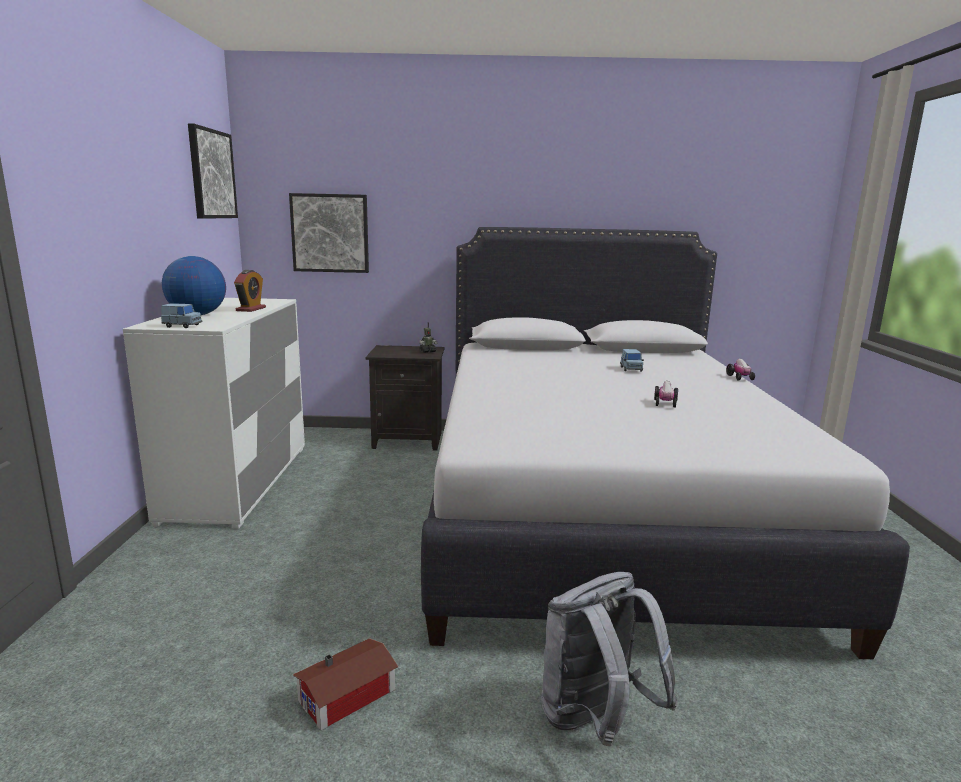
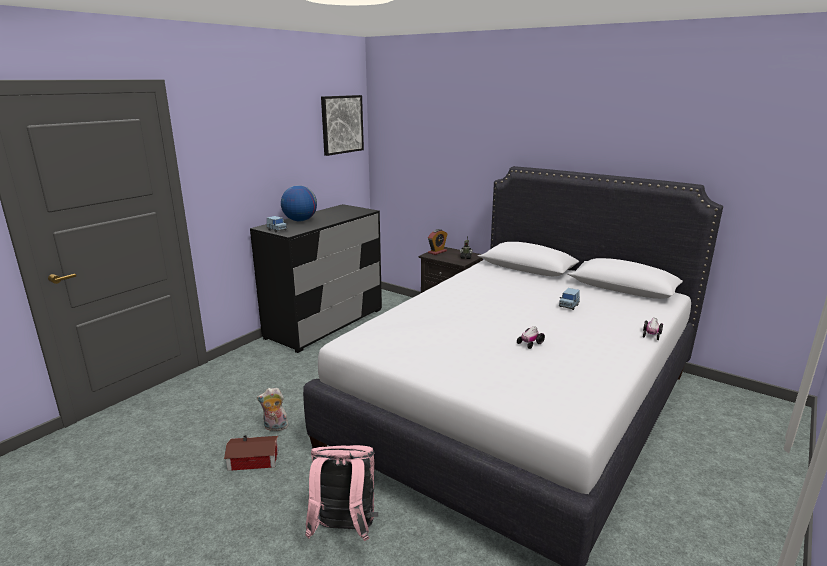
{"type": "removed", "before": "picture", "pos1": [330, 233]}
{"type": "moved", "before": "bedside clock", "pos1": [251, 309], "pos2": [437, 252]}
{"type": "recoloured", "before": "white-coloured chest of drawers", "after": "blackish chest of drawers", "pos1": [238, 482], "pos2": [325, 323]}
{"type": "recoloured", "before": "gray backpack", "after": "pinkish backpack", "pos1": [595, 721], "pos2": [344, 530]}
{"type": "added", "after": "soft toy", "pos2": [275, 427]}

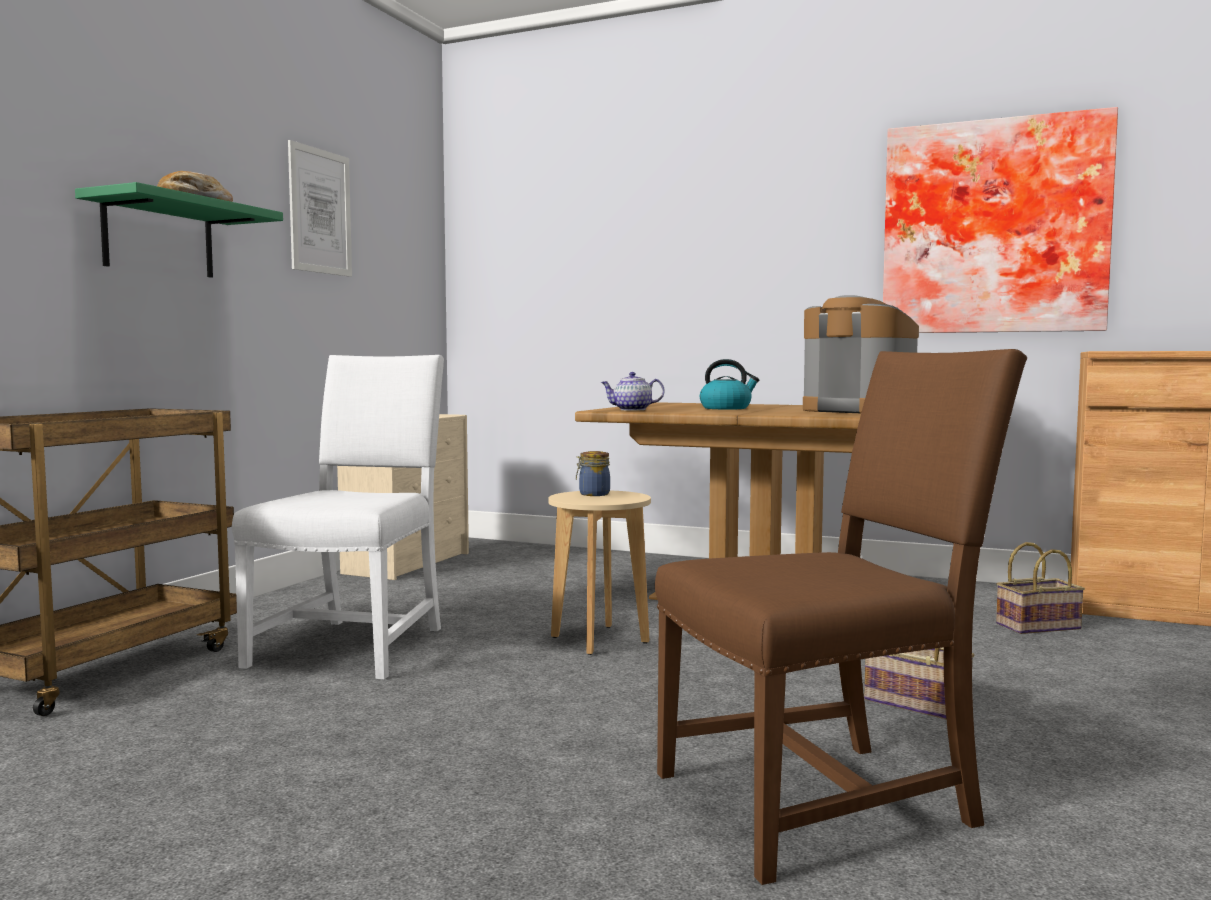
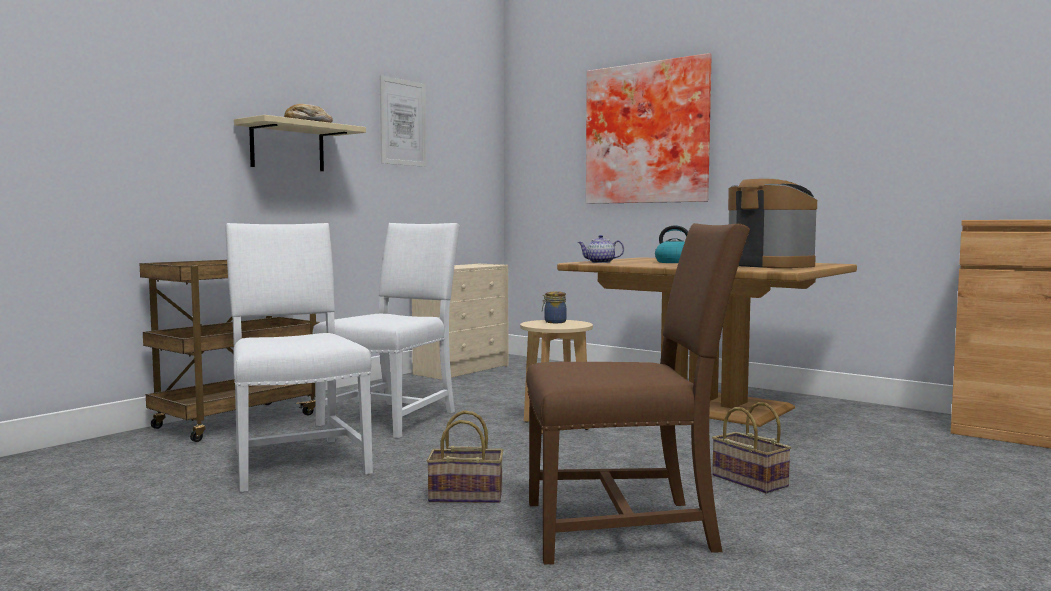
{"type": "moved", "before": "picture", "pos1": [993, 228], "pos2": [648, 133]}
{"type": "recoloured", "before": "green-coloured shelf", "after": "beige-coloured shelf", "pos1": [159, 238], "pos2": [287, 147]}
{"type": "moved", "before": "storage basket", "pos1": [1038, 626], "pos2": [468, 495]}
{"type": "added", "after": "white-coloured plain chair", "pos2": [295, 461]}

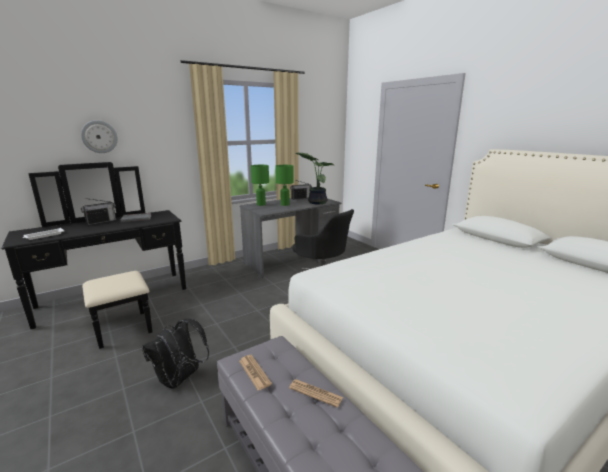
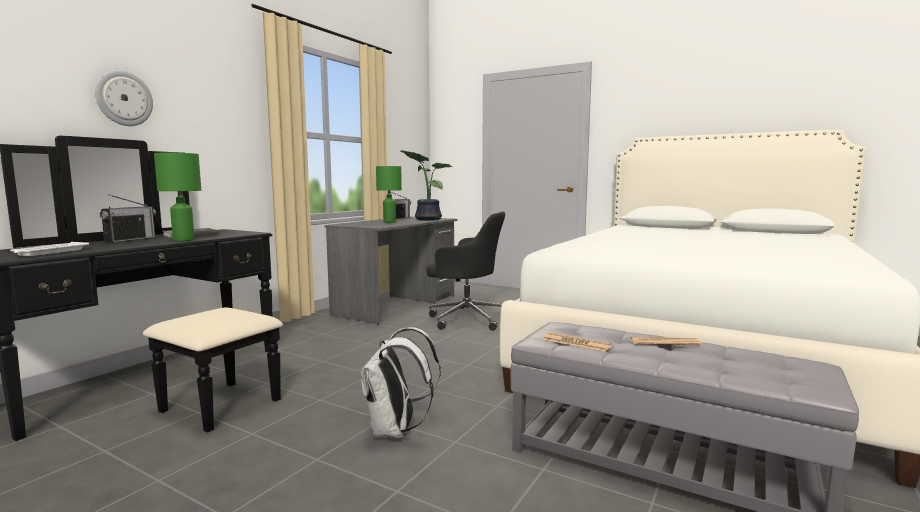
{"type": "moved", "before": "green-coloured lamp for a table", "pos1": [261, 204], "pos2": [184, 240]}
{"type": "recoloured", "before": "blackish backpack", "after": "white-coloured backpack", "pos1": [180, 380], "pos2": [396, 431]}

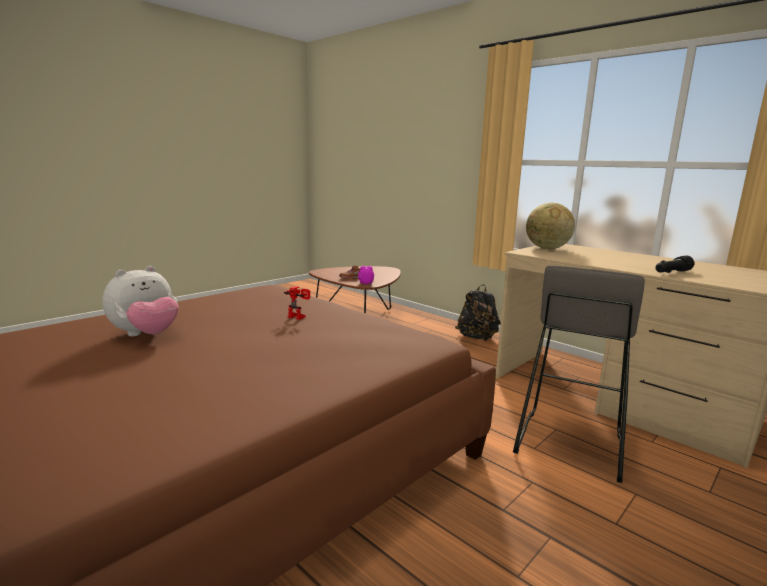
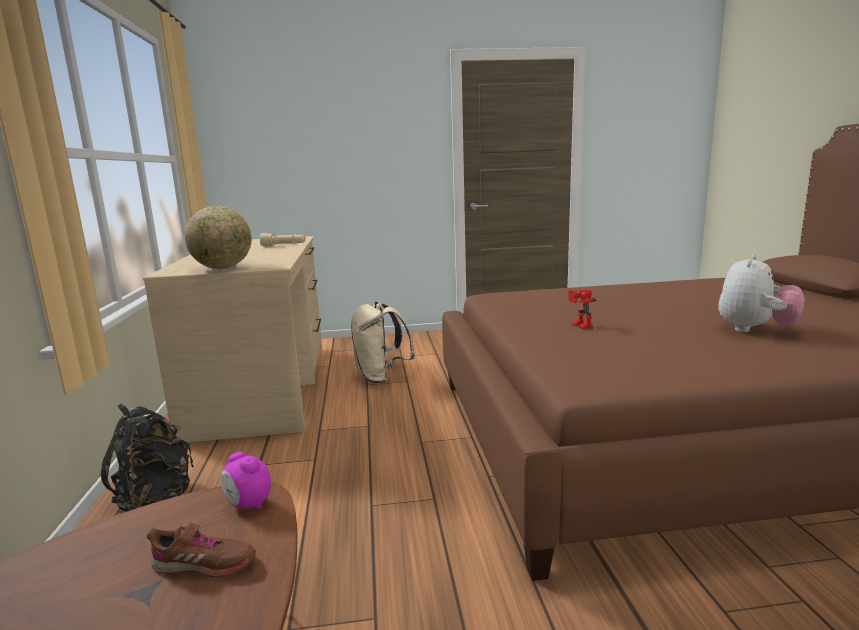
{"type": "recoloured", "before": "blackish torch", "after": "beige-coloured torch", "pos1": [671, 272], "pos2": [283, 245]}
{"type": "replaced", "before": "gray sitting stool", "after": "beige-coloured backpack", "pos1": [568, 444], "pos2": [381, 377]}
{"type": "turned", "before": "soft toy", "pos1": [146, 335], "pos2": [755, 330], "turn": 135}

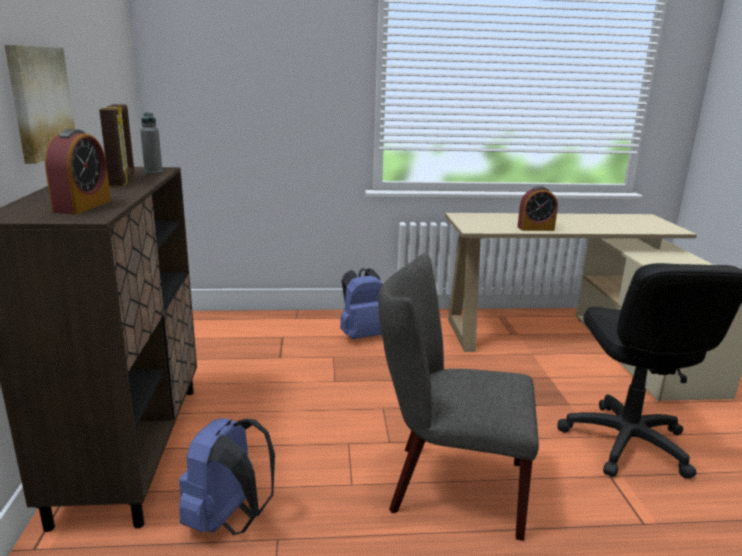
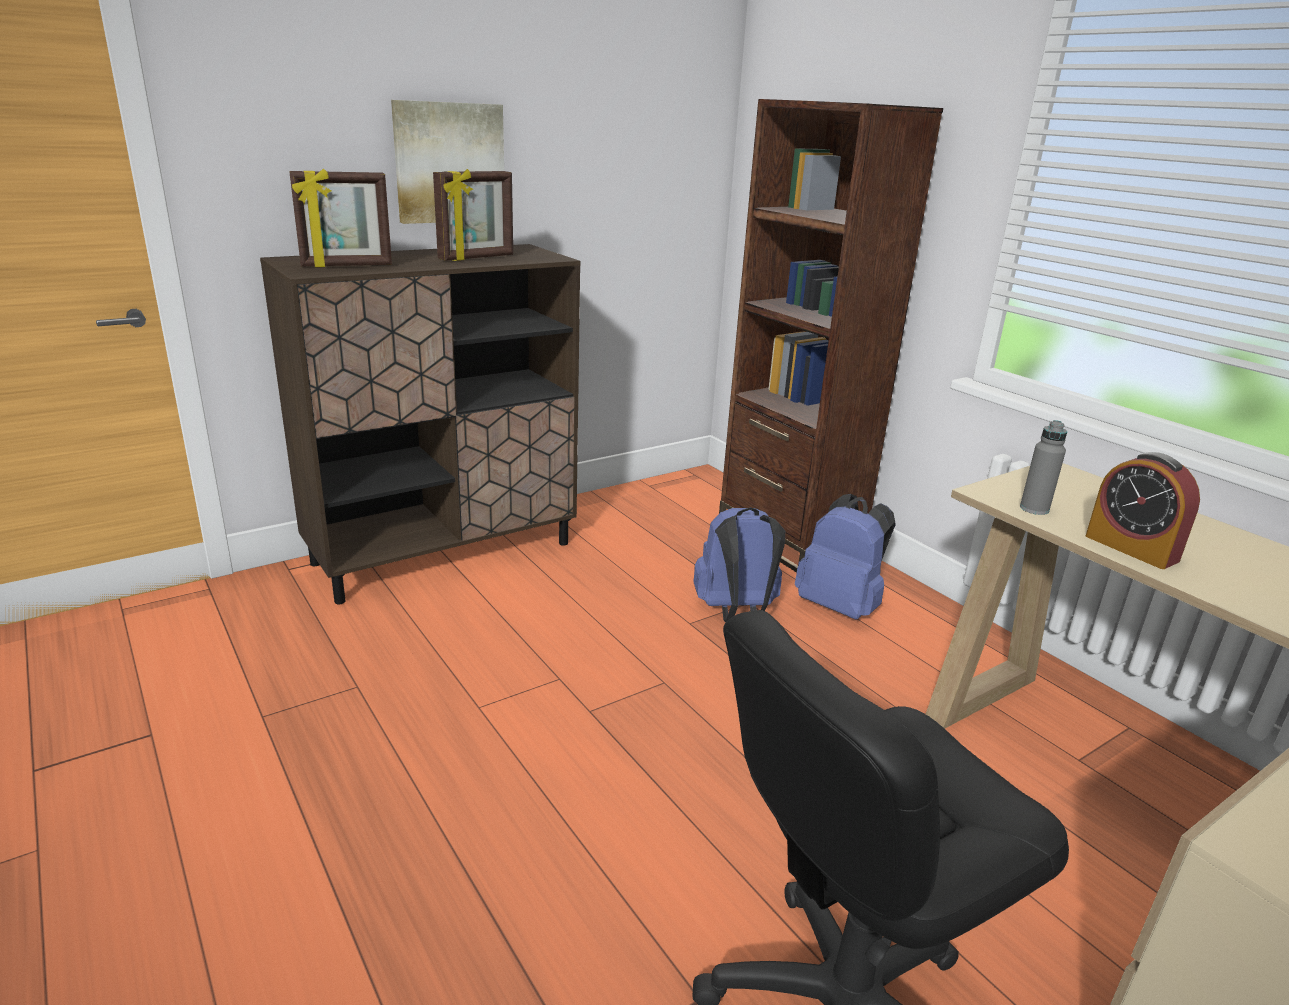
{"type": "moved", "before": "gray drink bottle", "pos1": [153, 171], "pos2": [1034, 509]}
{"type": "replaced", "before": "bedside clock", "after": "photo frame", "pos1": [82, 206], "pos2": [347, 266]}
{"type": "removed", "before": "gray plain chair", "pos1": [448, 486]}
{"type": "moved", "before": "blue-coloured backpack", "pos1": [228, 520], "pos2": [736, 613]}
{"type": "added", "after": "brownish bookshelf", "pos2": [789, 538]}

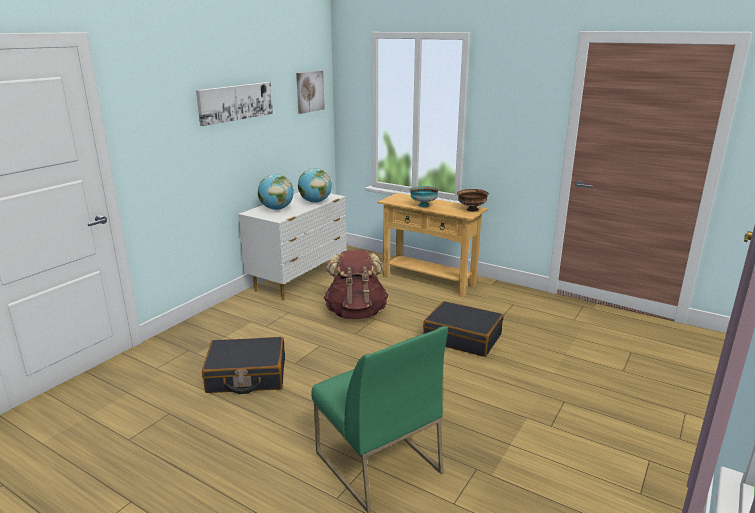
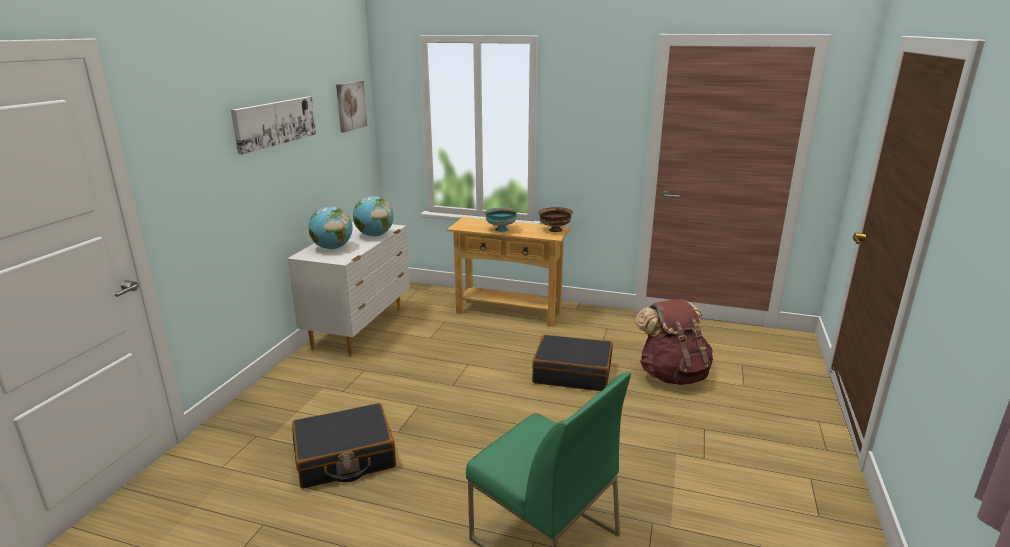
{"type": "moved", "before": "brownish backpack", "pos1": [356, 313], "pos2": [672, 375]}

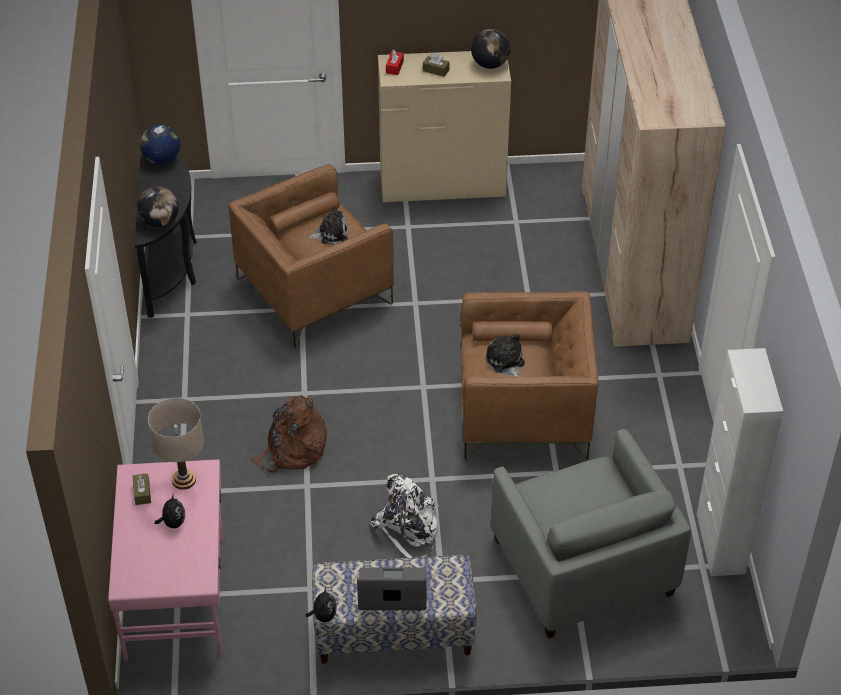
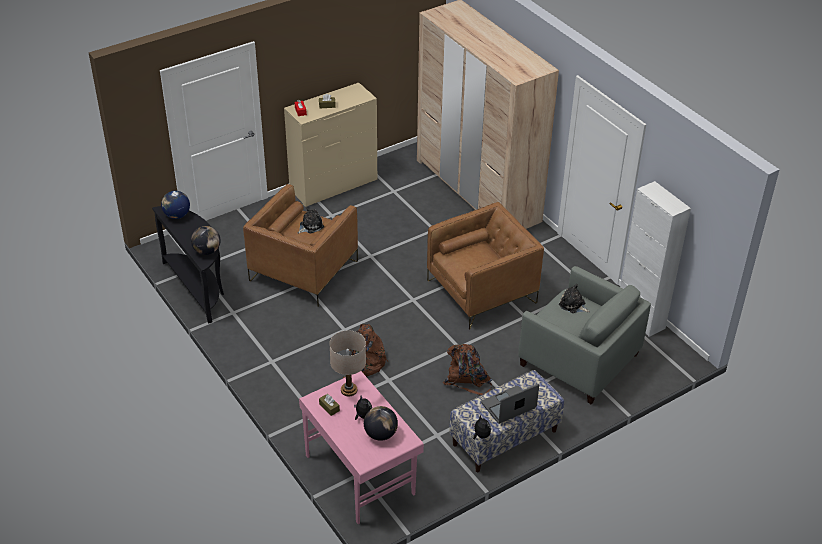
{"type": "moved", "before": "world globe", "pos1": [490, 64], "pos2": [380, 434]}
{"type": "moved", "before": "soft toy", "pos1": [506, 362], "pos2": [573, 305]}
{"type": "recoloured", "before": "white-coloured backpack", "after": "brownish backpack", "pos1": [408, 529], "pos2": [468, 380]}

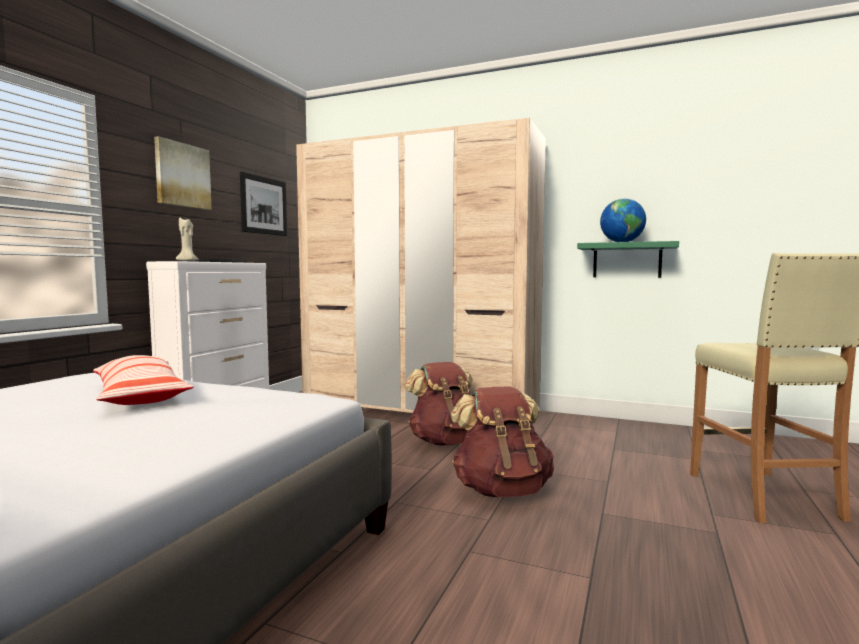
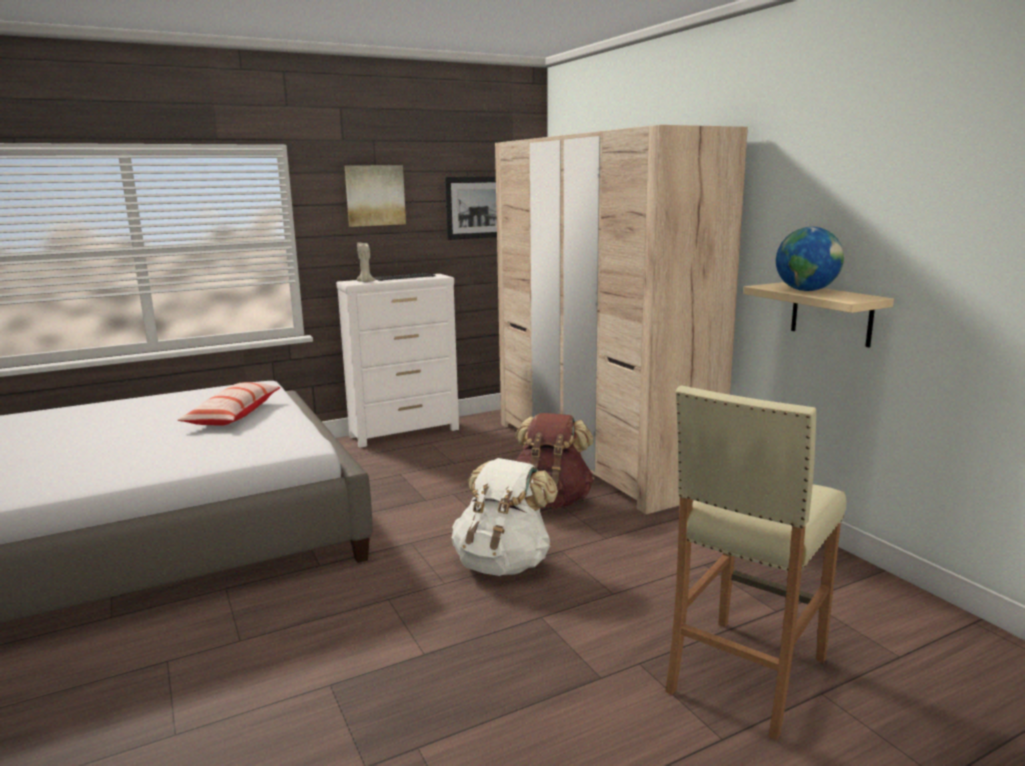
{"type": "recoloured", "before": "green-coloured shelf", "after": "beige-coloured shelf", "pos1": [627, 260], "pos2": [831, 314]}
{"type": "recoloured", "before": "brownish backpack", "after": "white-coloured backpack", "pos1": [501, 490], "pos2": [503, 563]}

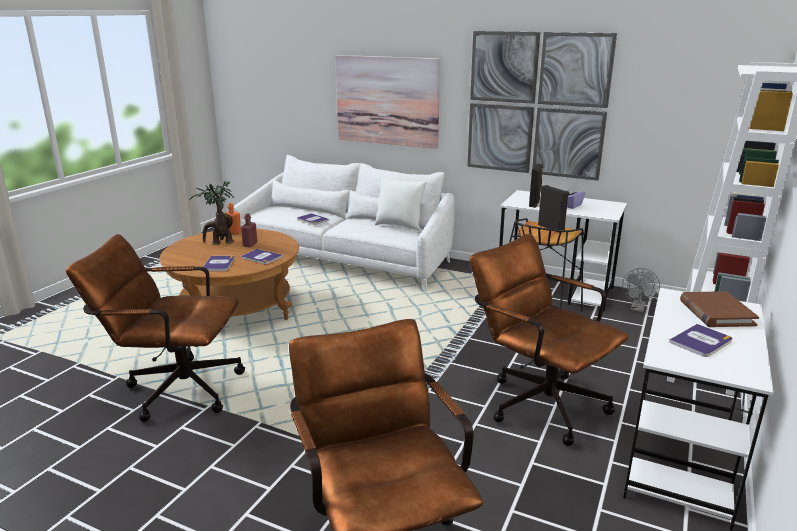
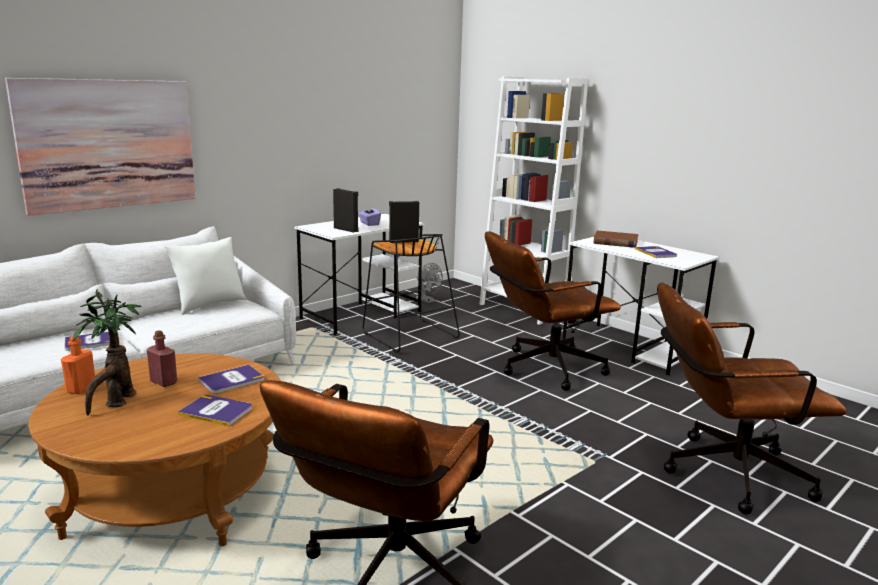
{"type": "removed", "before": "picture", "pos1": [536, 105]}

